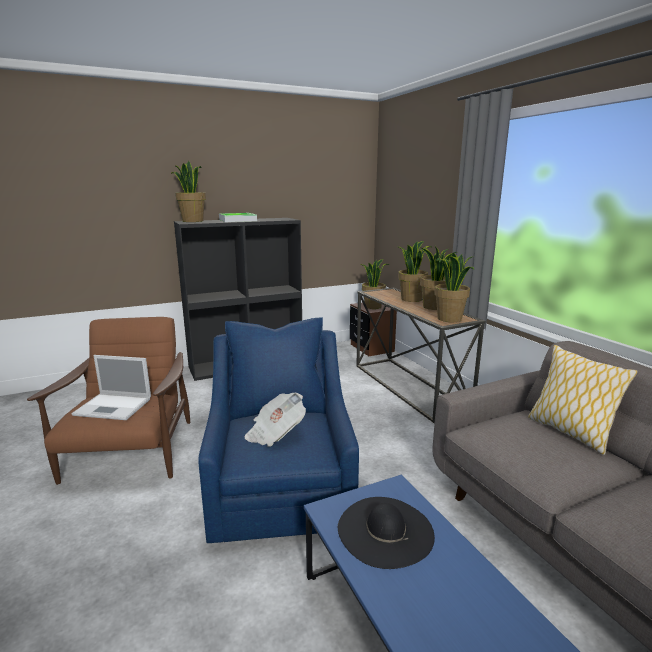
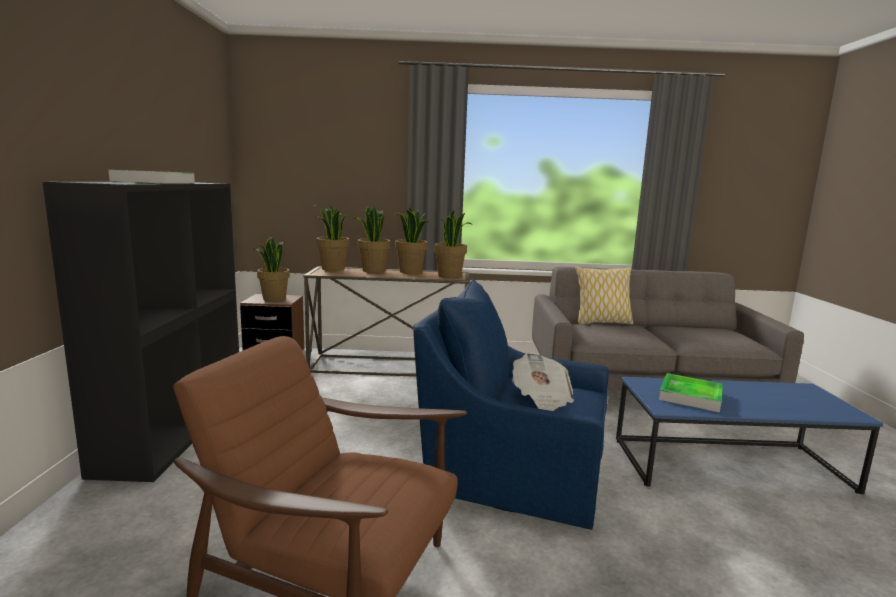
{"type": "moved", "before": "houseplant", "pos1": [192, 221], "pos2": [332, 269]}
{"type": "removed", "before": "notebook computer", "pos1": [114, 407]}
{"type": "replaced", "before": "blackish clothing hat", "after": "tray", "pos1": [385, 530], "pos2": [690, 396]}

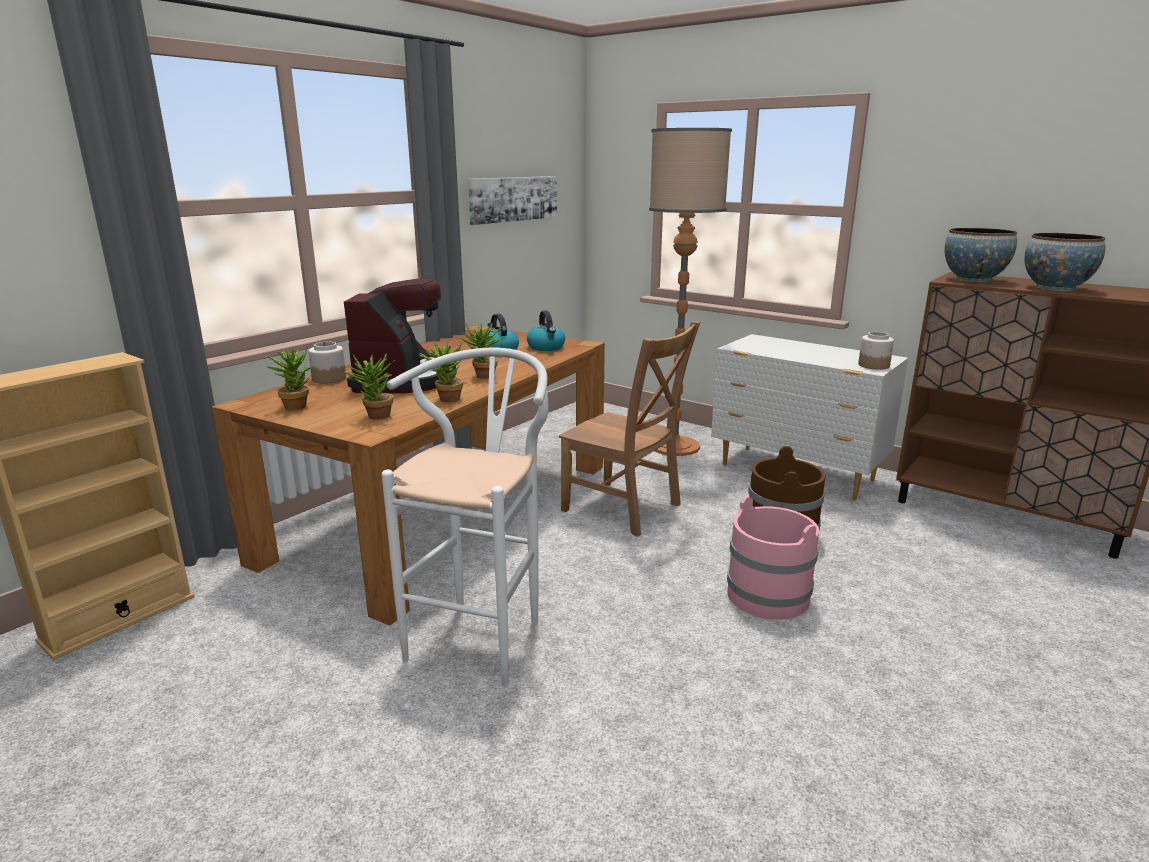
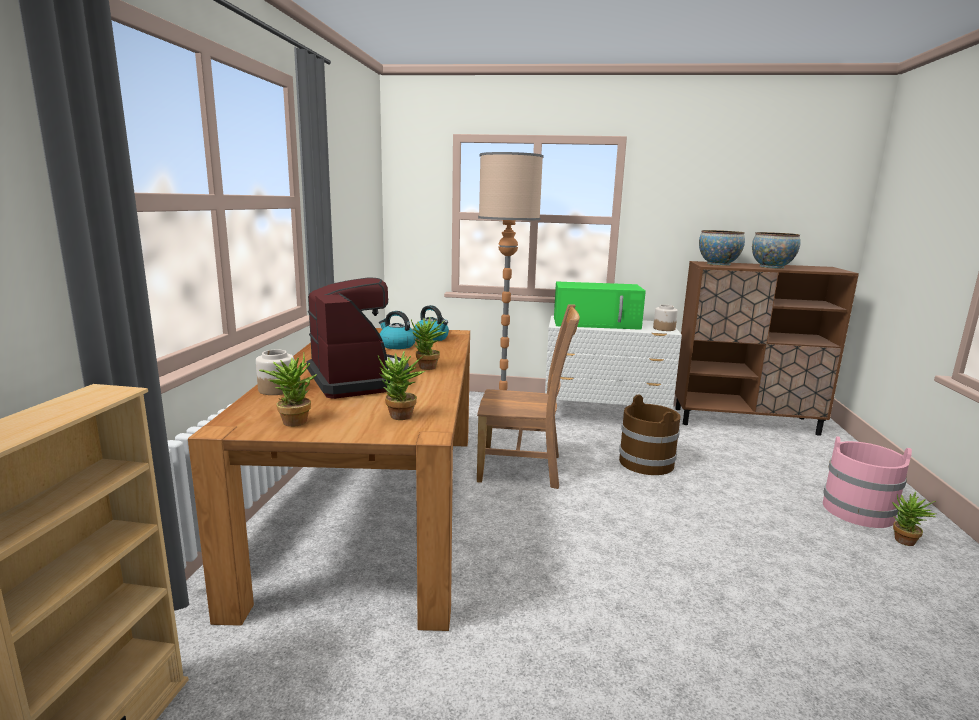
{"type": "removed", "before": "picture", "pos1": [513, 199]}
{"type": "moved", "before": "houseplant", "pos1": [445, 400], "pos2": [904, 543]}
{"type": "removed", "before": "white-coloured sitting stool", "pos1": [483, 634]}
{"type": "moved", "before": "pinkish pail", "pos1": [767, 595], "pos2": [857, 511]}
{"type": "added", "after": "green-coloured microwave", "pos2": [597, 323]}

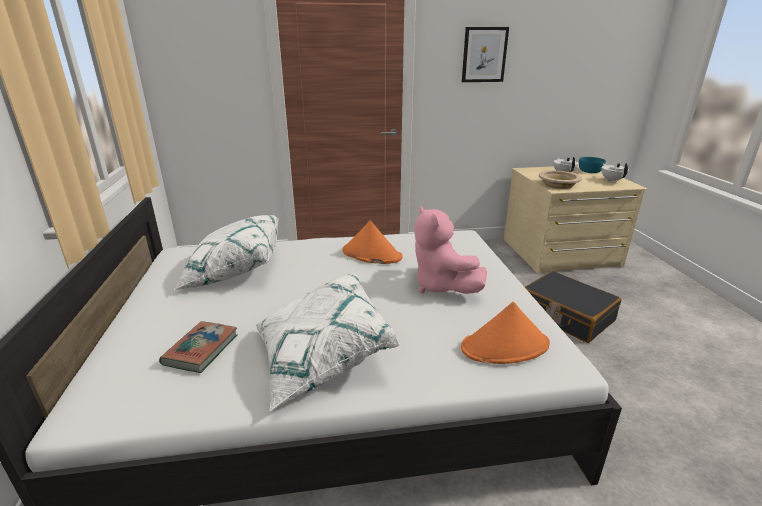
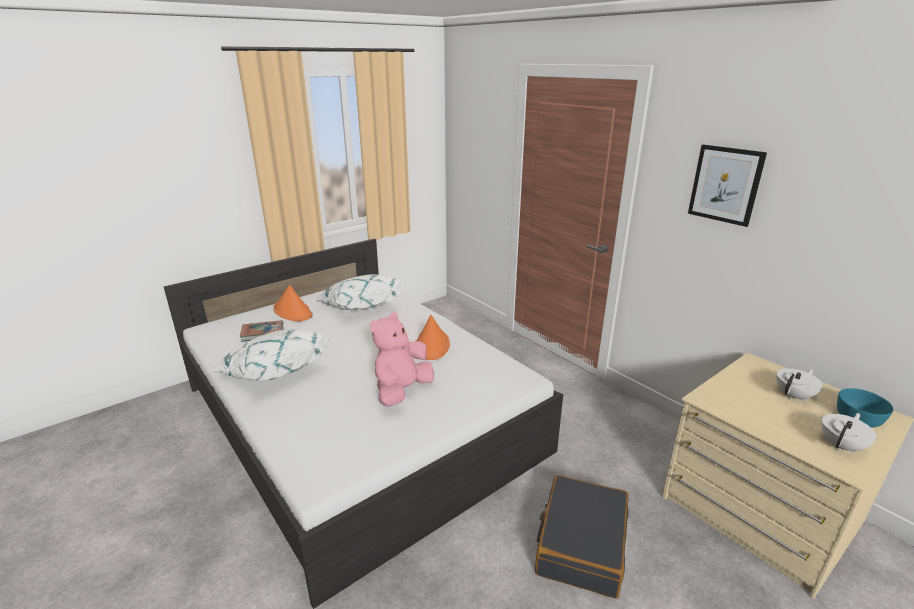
{"type": "removed", "before": "beige-coloured deep dish", "pos1": [558, 184]}
{"type": "moved", "before": "orangey clothing hat", "pos1": [505, 346], "pos2": [293, 311]}

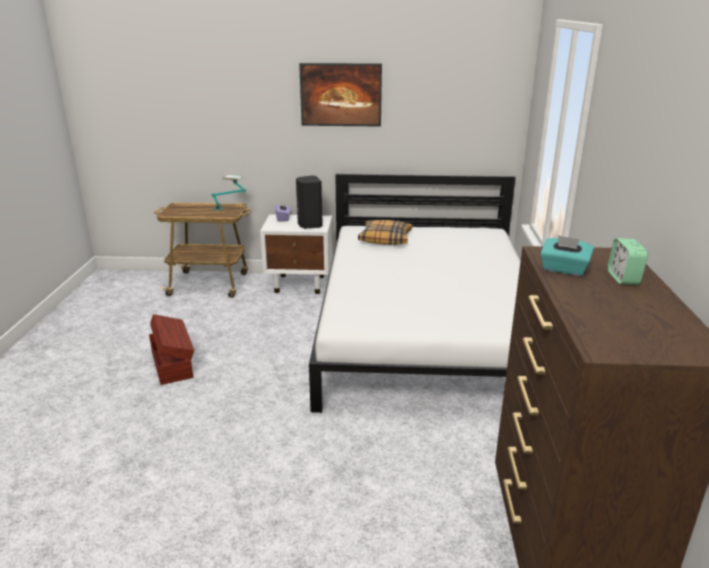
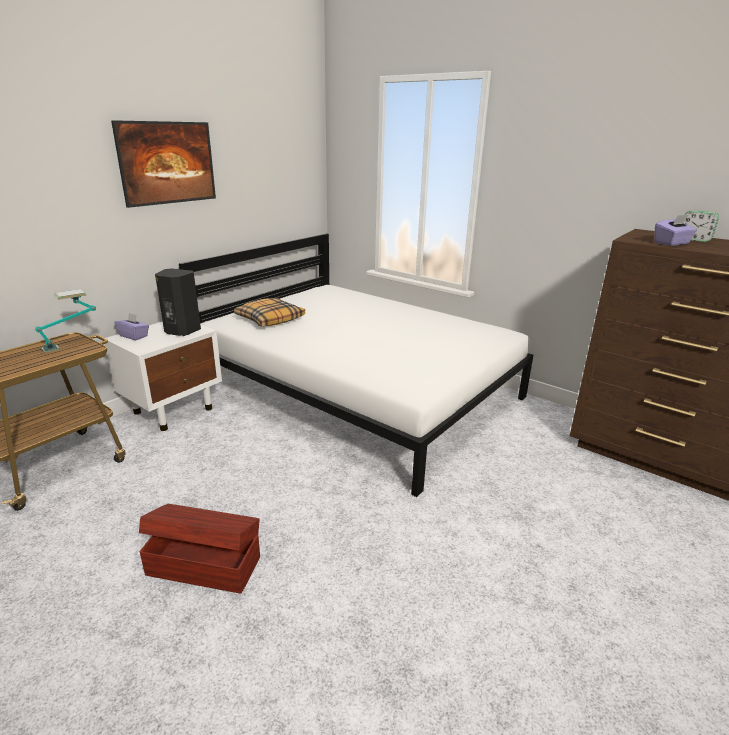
{"type": "recoloured", "before": "turquoise tissue holder", "after": "purple-coloured tissue holder", "pos1": [564, 269], "pos2": [671, 243]}

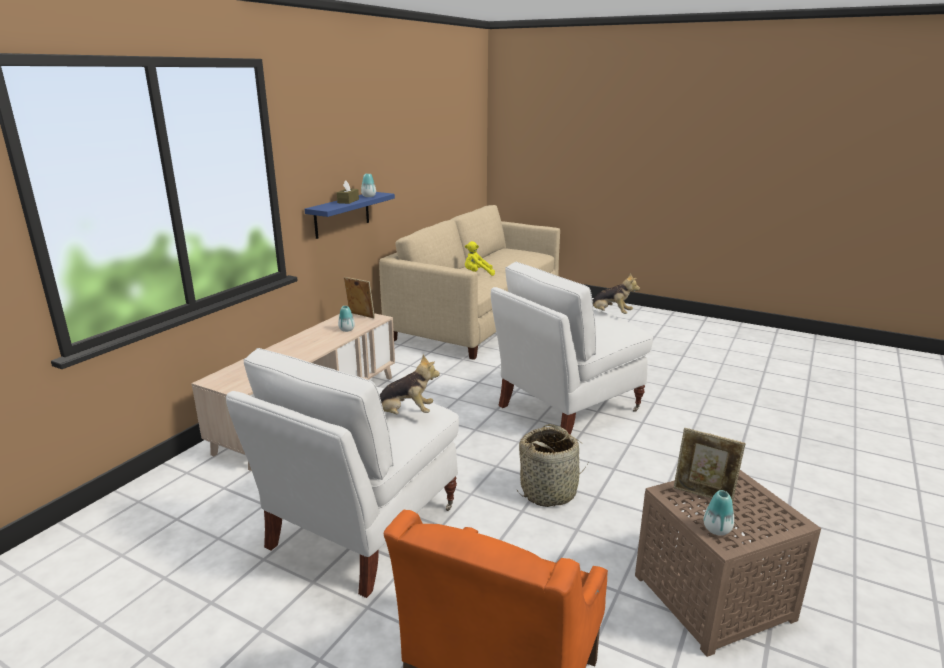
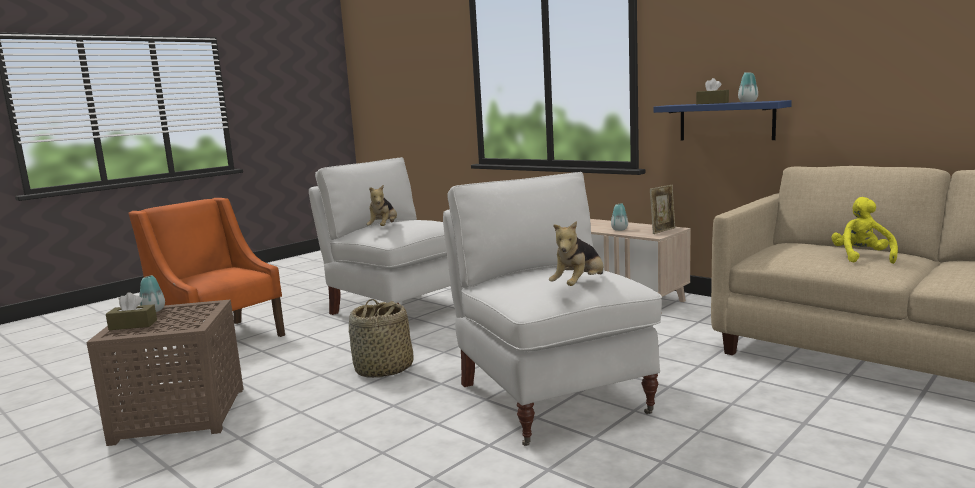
{"type": "removed", "before": "photo frame", "pos1": [703, 494]}
{"type": "added", "after": "brownish tissue holder", "pos2": [133, 325]}

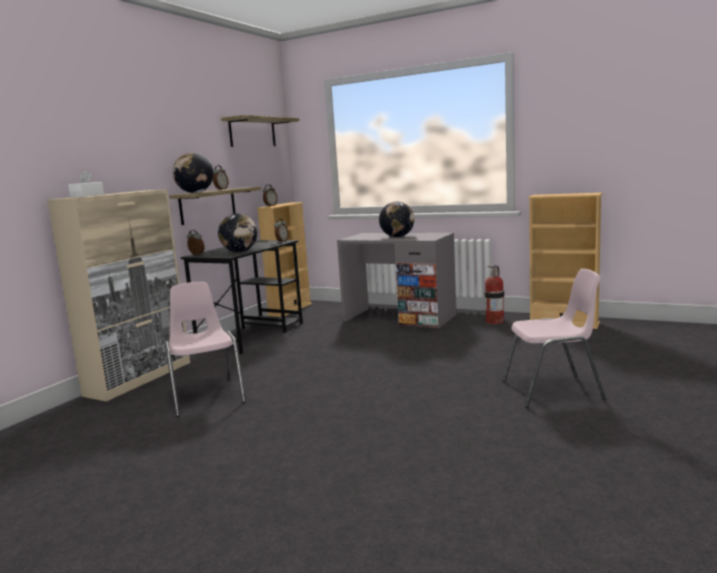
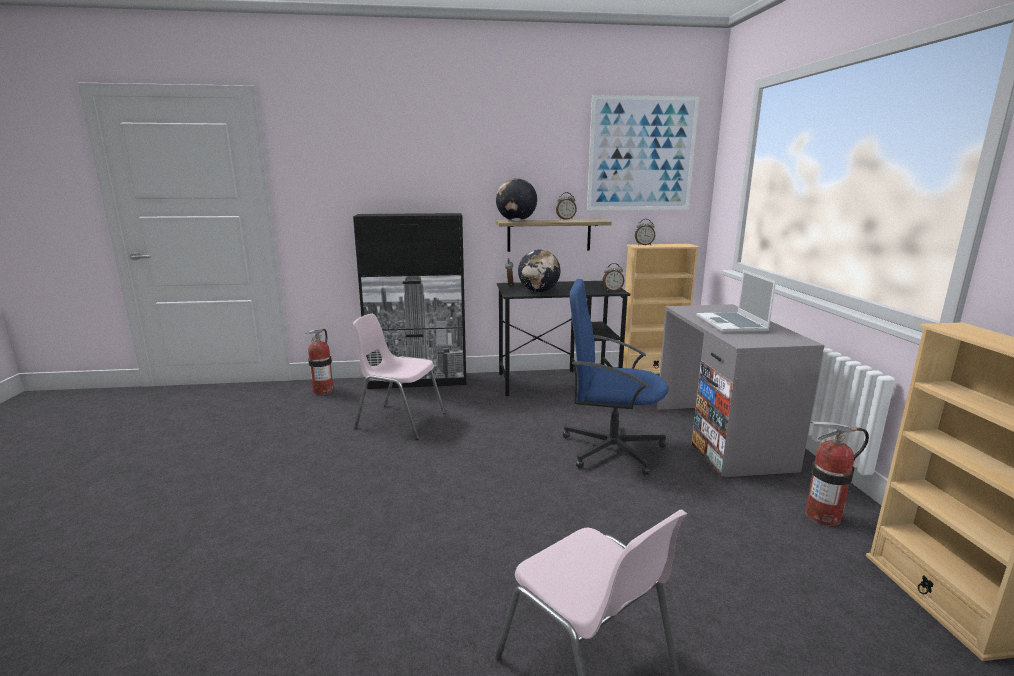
{"type": "replaced", "before": "shelf", "after": "picture", "pos1": [252, 132], "pos2": [641, 154]}
{"type": "removed", "before": "white-coloured tissue holder", "pos1": [87, 196]}
{"type": "recoloured", "before": "beige-coloured cabinet", "after": "blackish cabinet", "pos1": [140, 378], "pos2": [418, 381]}
{"type": "replaced", "before": "world globe", "after": "notebook computer", "pos1": [397, 236], "pos2": [732, 324]}
{"type": "turned", "before": "pinkish plain chair", "pos1": [206, 396], "pos2": [399, 420], "turn": -105}
{"type": "added", "after": "blue-coloured desk chair", "pos2": [610, 449]}
{"type": "added", "after": "fire extinguisher", "pos2": [323, 391]}

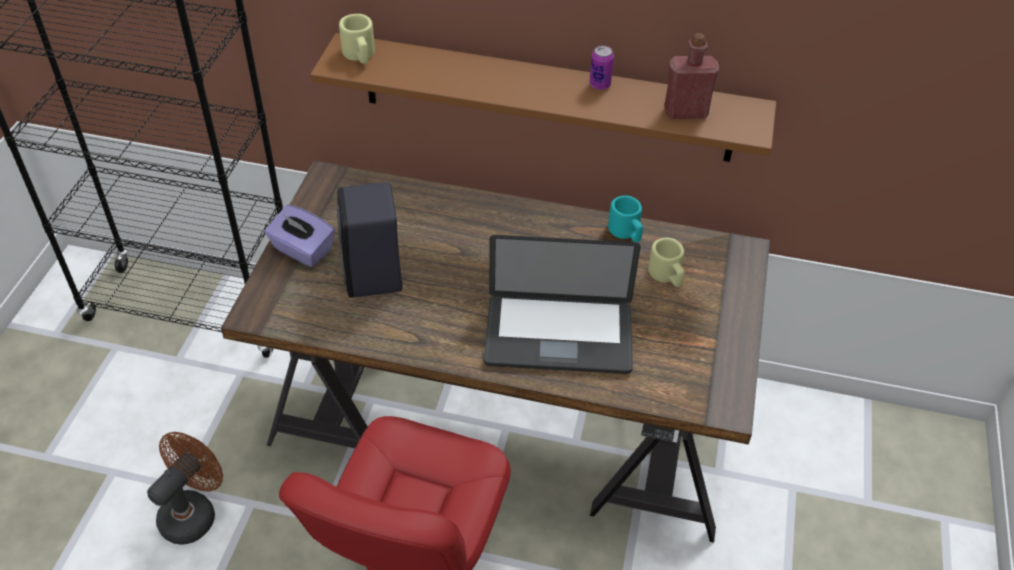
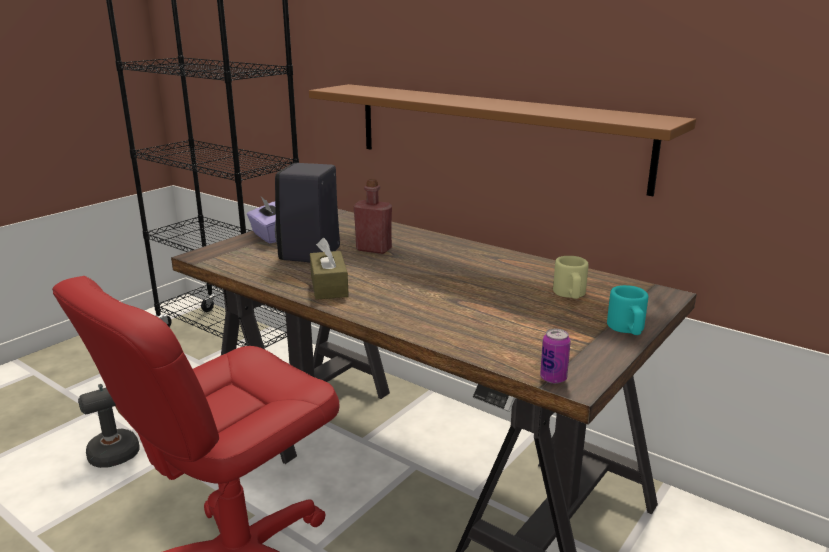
{"type": "removed", "before": "beige-coloured tea mug", "pos1": [360, 55]}
{"type": "moved", "before": "red drink bottle", "pos1": [685, 112], "pos2": [373, 249]}
{"type": "moved", "before": "metal can", "pos1": [599, 85], "pos2": [553, 378]}
{"type": "moved", "before": "turquoise tea mug", "pos1": [626, 232], "pos2": [627, 329]}
{"type": "removed", "before": "notebook computer", "pos1": [558, 336]}
{"type": "added", "after": "brownish tissue holder", "pos2": [329, 286]}

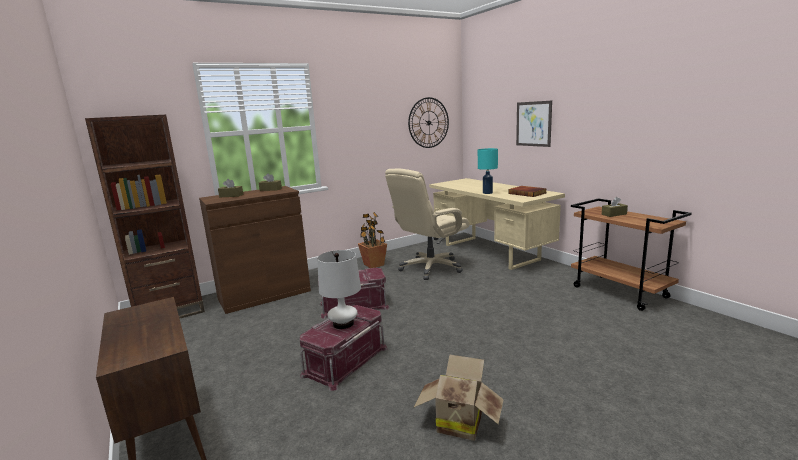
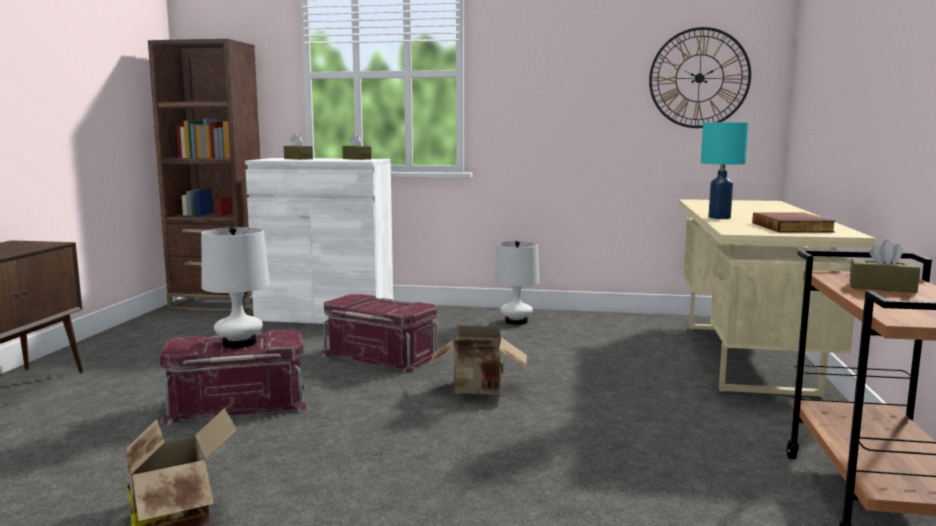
{"type": "removed", "before": "picture", "pos1": [533, 124]}
{"type": "removed", "before": "beige-coloured desk chair", "pos1": [430, 268]}
{"type": "recoloured", "before": "brownish cabinet", "after": "white-coloured cabinet", "pos1": [264, 295], "pos2": [325, 315]}
{"type": "replaced", "before": "houseplant", "after": "white-coloured lamp for a table", "pos1": [373, 265], "pos2": [516, 321]}
{"type": "added", "after": "cardboard box", "pos2": [479, 390]}

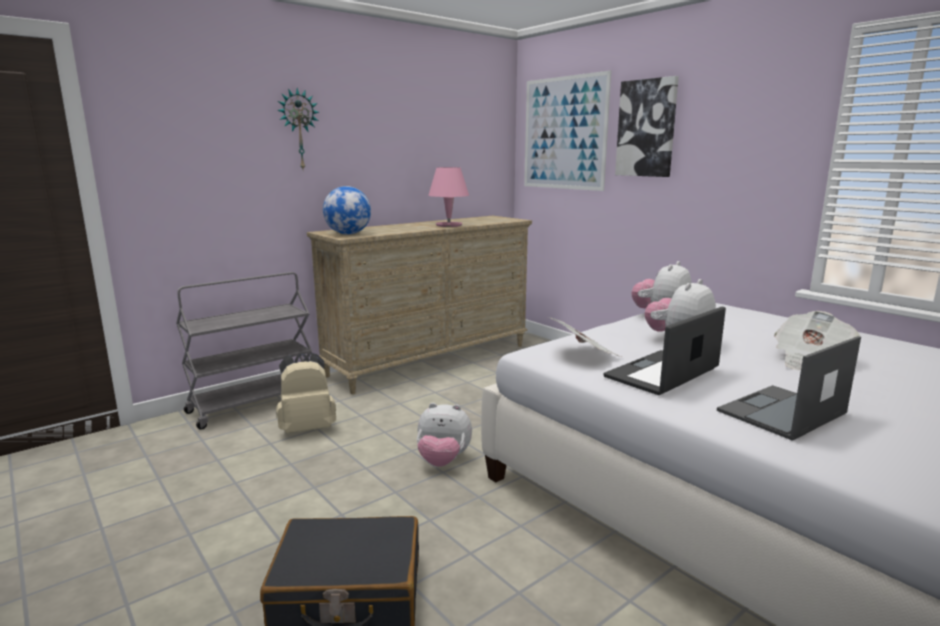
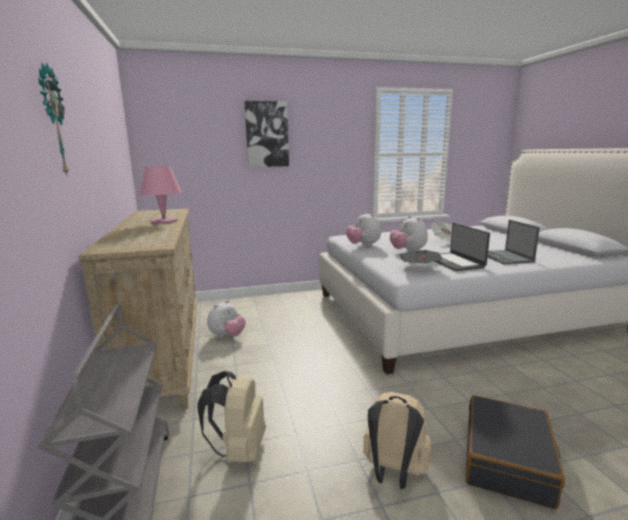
{"type": "removed", "before": "picture", "pos1": [564, 133]}
{"type": "removed", "before": "world globe", "pos1": [348, 234]}
{"type": "moved", "before": "soft toy", "pos1": [443, 461], "pos2": [227, 336]}
{"type": "added", "after": "beige-coloured backpack", "pos2": [393, 473]}

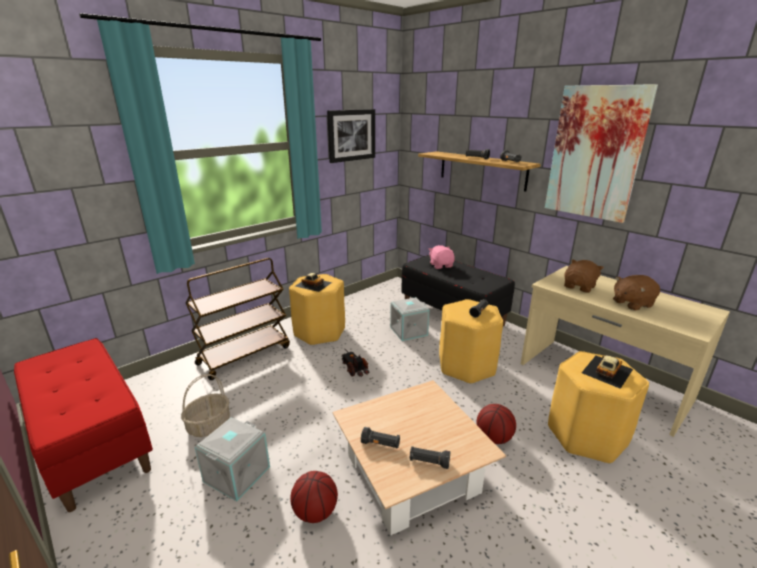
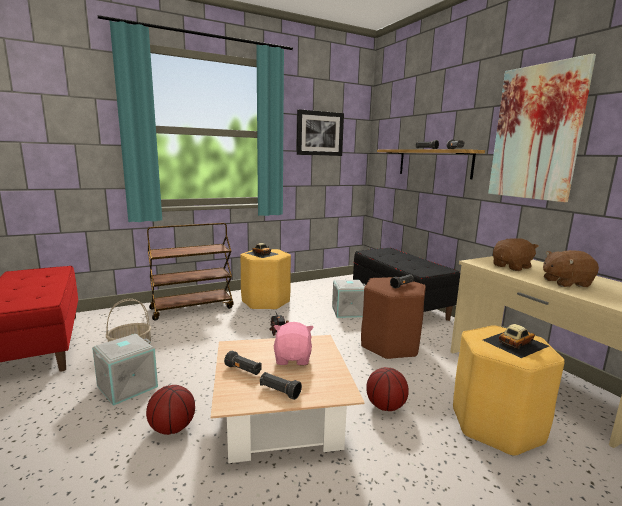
{"type": "moved", "before": "pinkish soft toy", "pos1": [441, 265], "pos2": [293, 358]}
{"type": "recoloured", "before": "yellowish sitting stool", "after": "brownish sitting stool", "pos1": [466, 366], "pos2": [390, 345]}

